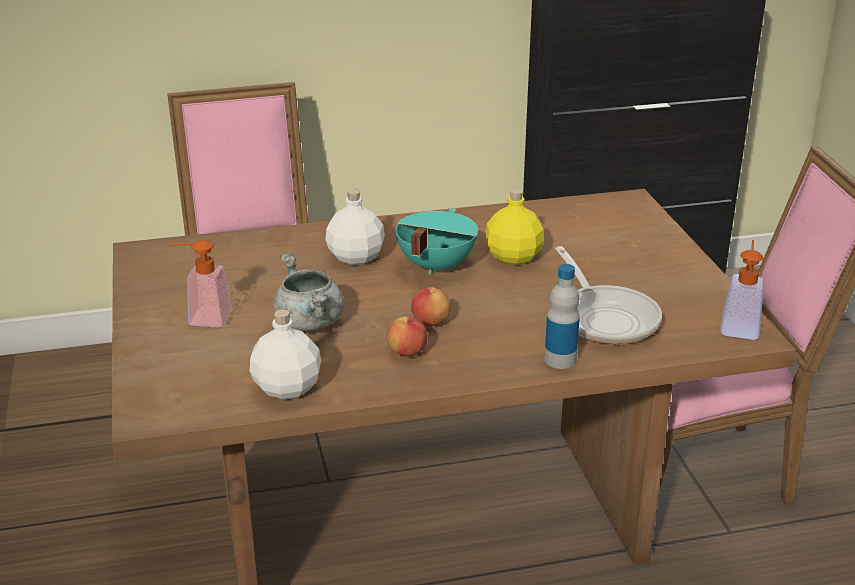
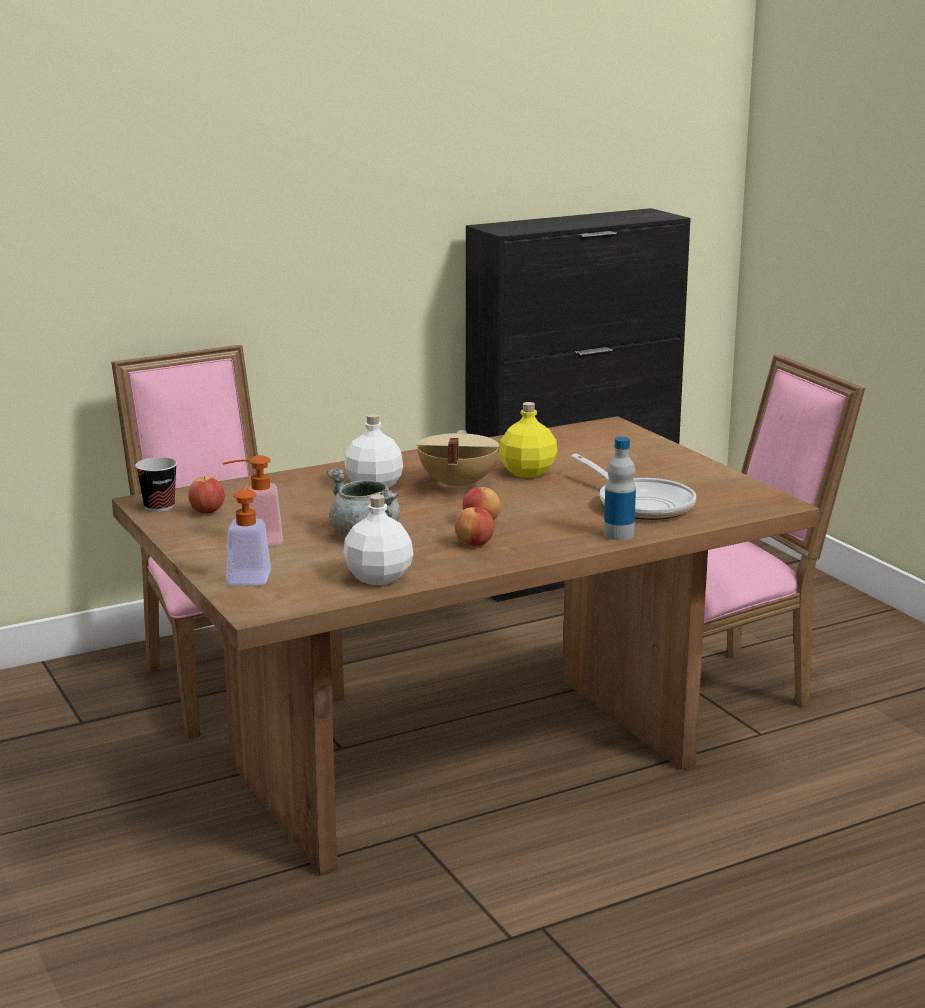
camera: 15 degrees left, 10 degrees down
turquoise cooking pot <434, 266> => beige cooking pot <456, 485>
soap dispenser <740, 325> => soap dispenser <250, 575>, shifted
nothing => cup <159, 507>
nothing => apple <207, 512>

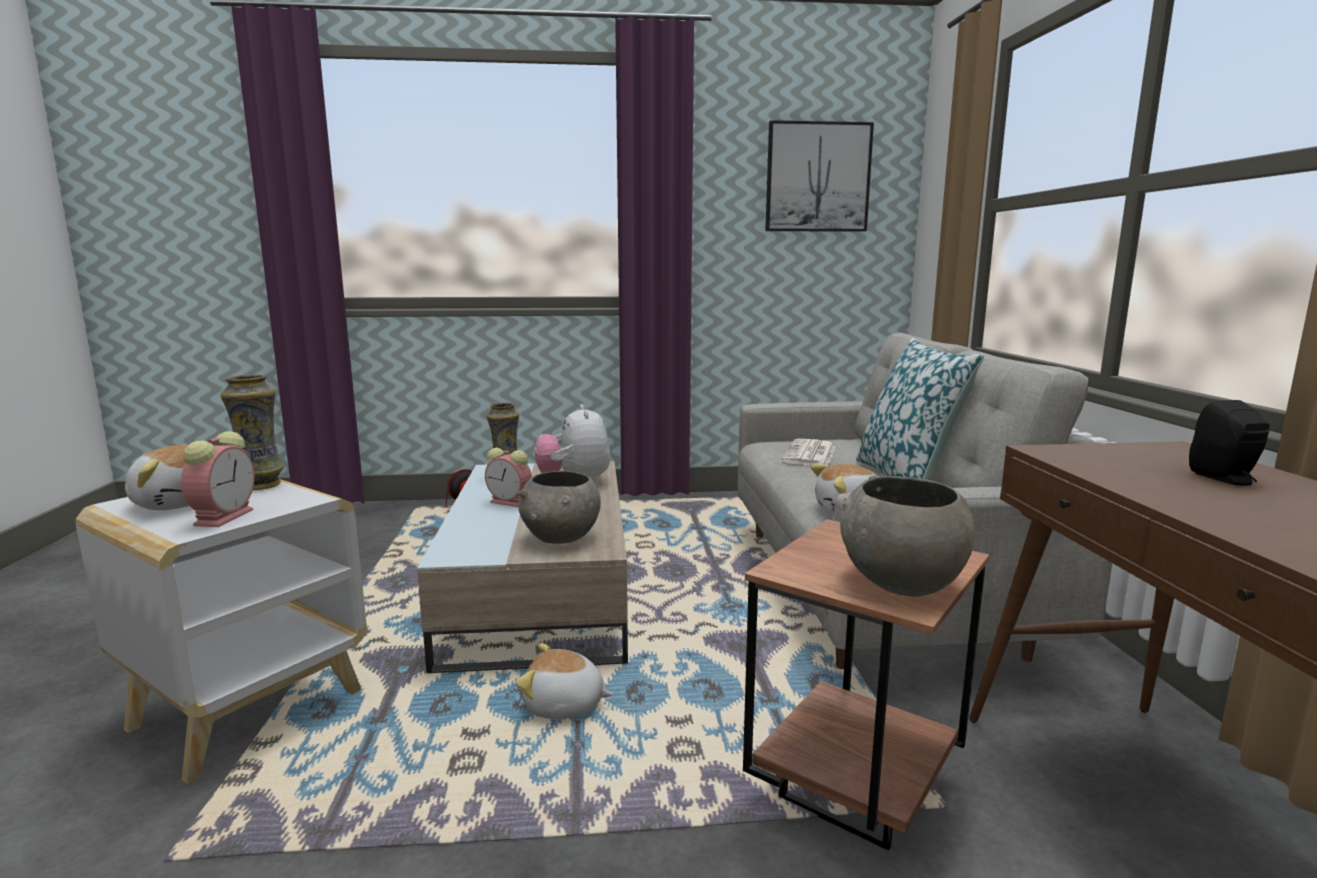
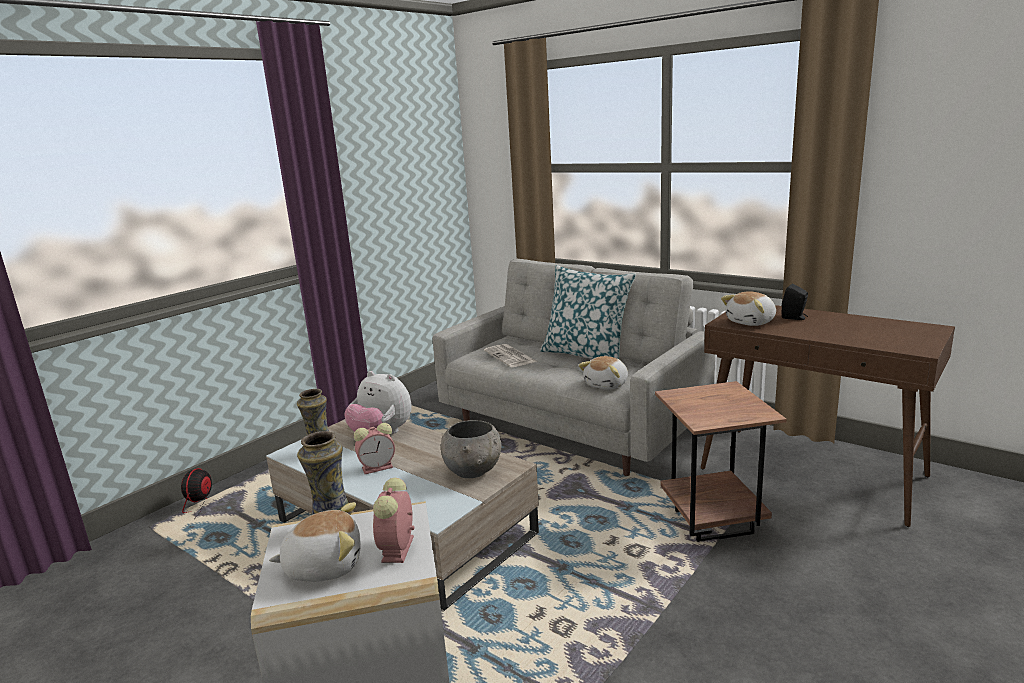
camera: 45 degrees left, 5 degrees up
picture <817, 178> => nothing
alarm clock <225, 516> => alarm clock <398, 550>, 135 degrees counterclockwise
grey bowl <900, 583> => nothing
plush toy <564, 706> => plush toy <751, 322>, shifted

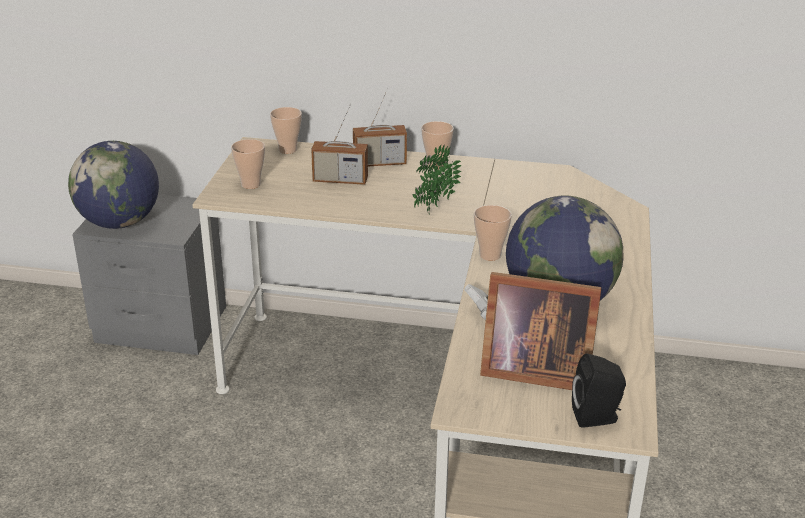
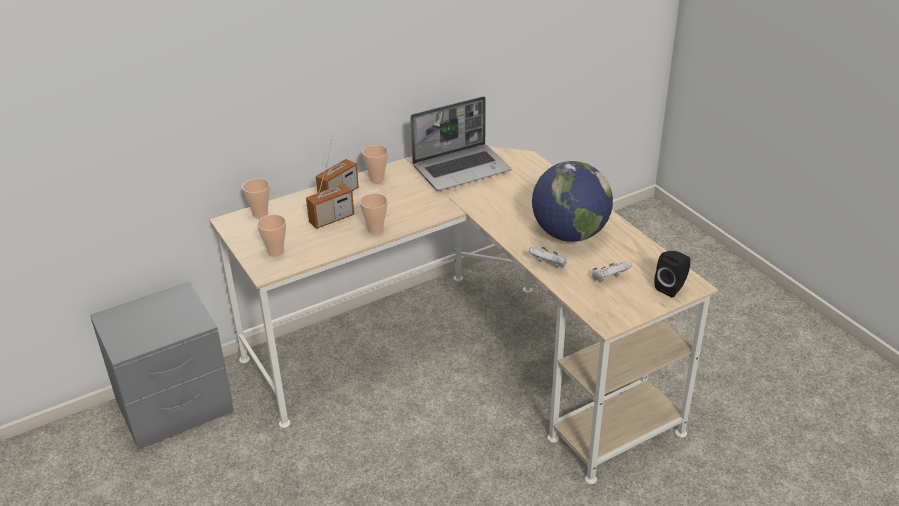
camera: 40 degrees left, 5 degrees up
globe <120, 223> => nothing
potted plant <432, 208> => nothing
cup <490, 255> => cup <375, 230>, shifted
picture frame <532, 368> => white game controller <609, 279>
nothing => laptop <462, 168>

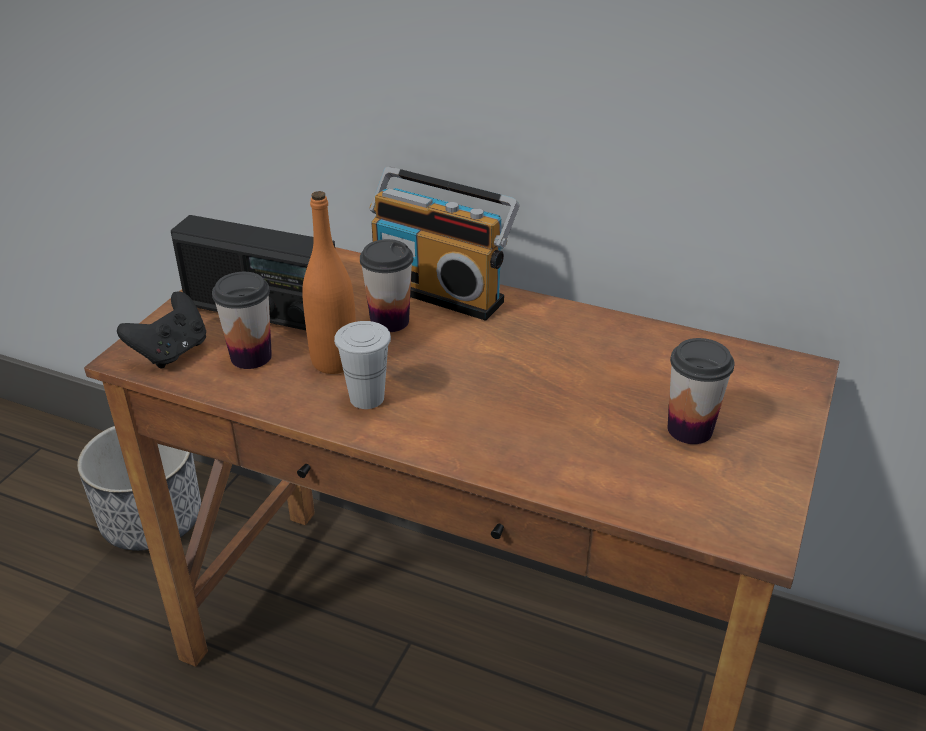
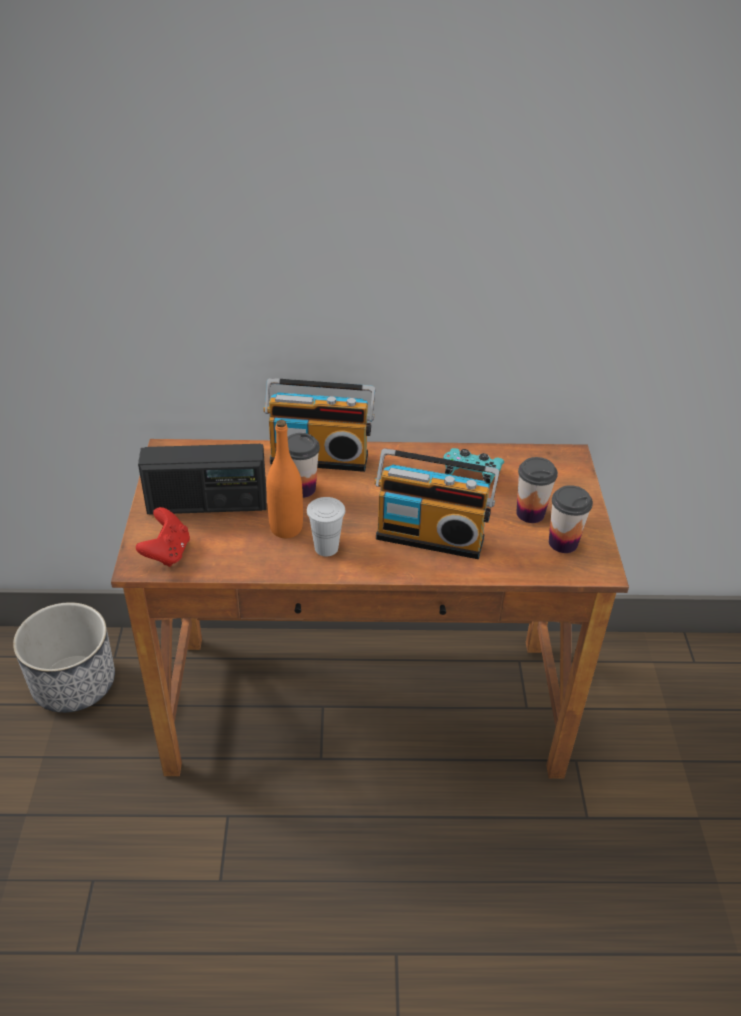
camera: 25 degrees left, 5 degrees up
cup <251, 357> => cup <563, 543>, shifted
black game controller <172, 352> => red game controller <167, 552>
nothing => turquoise game controller <471, 474>
nothing => radio <431, 536>

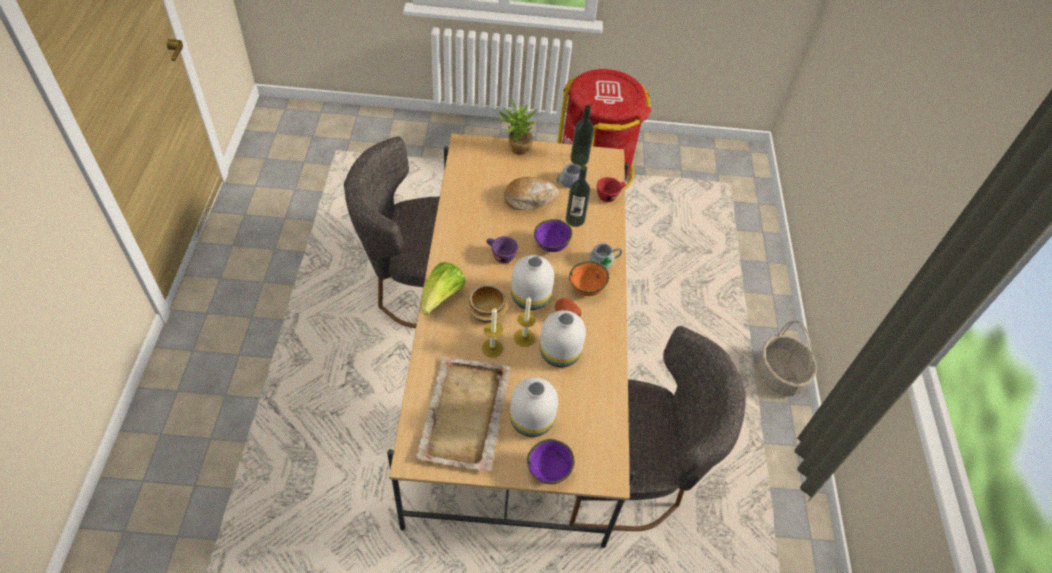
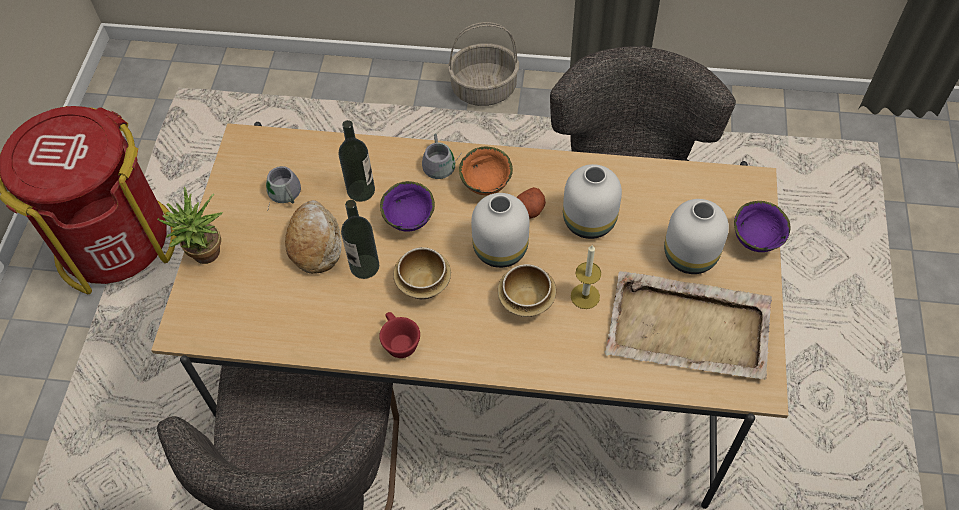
camera: 80 degrees left, 5 degrees up
bottle <579, 159> => bottle <364, 266>, shifted
red cup <609, 195> => red cup <399, 342>, shifted
purple cup <500, 255> => bowl <423, 283>
lettuce <441, 298> => nothing
candle <524, 337> => nothing

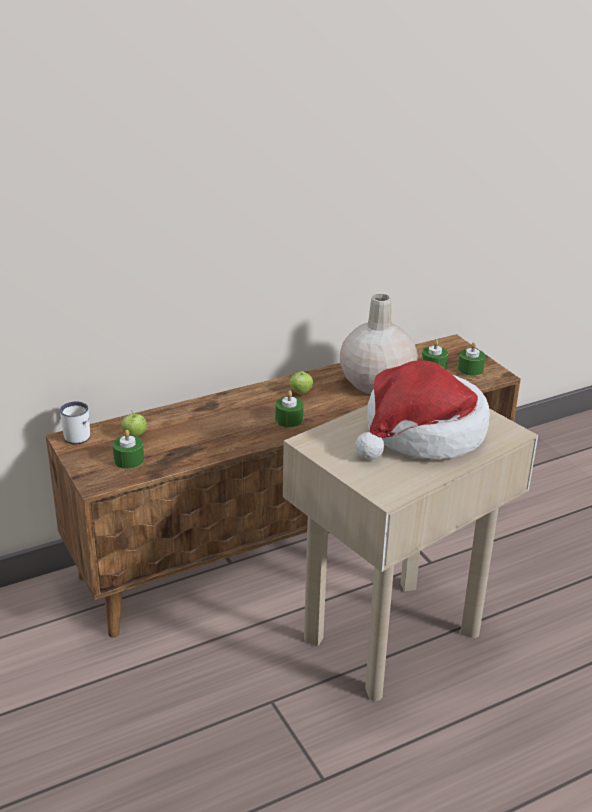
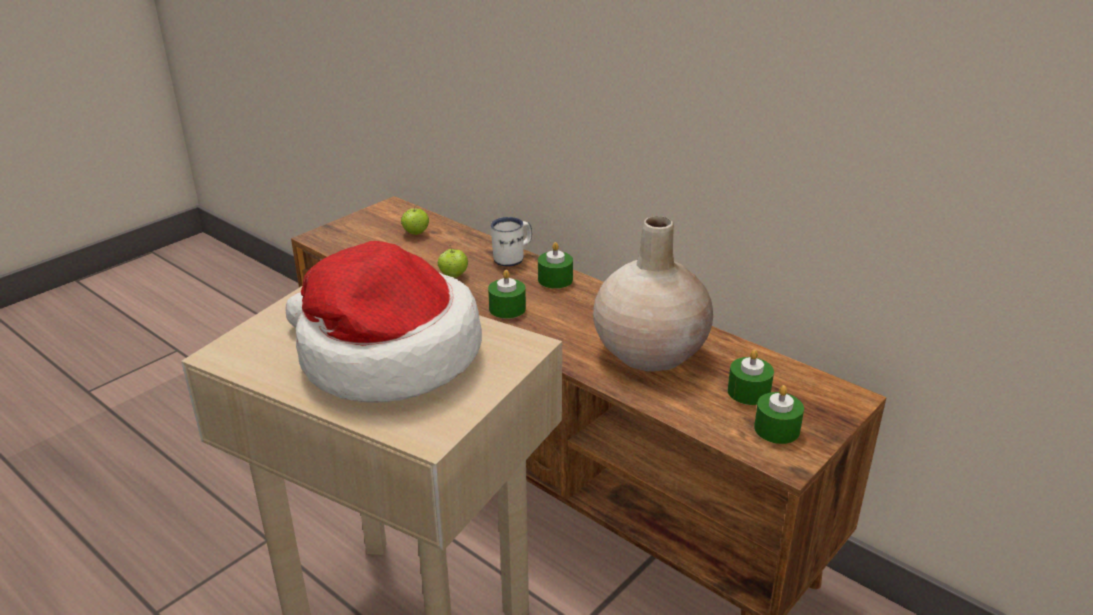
camera: 70 degrees right, 0 degrees up
apple <301, 392> => apple <453, 276>, shifted
white mug <77, 435> => white mug <513, 258>, shifted
green candle <129, 460> => green candle <555, 279>, shifted

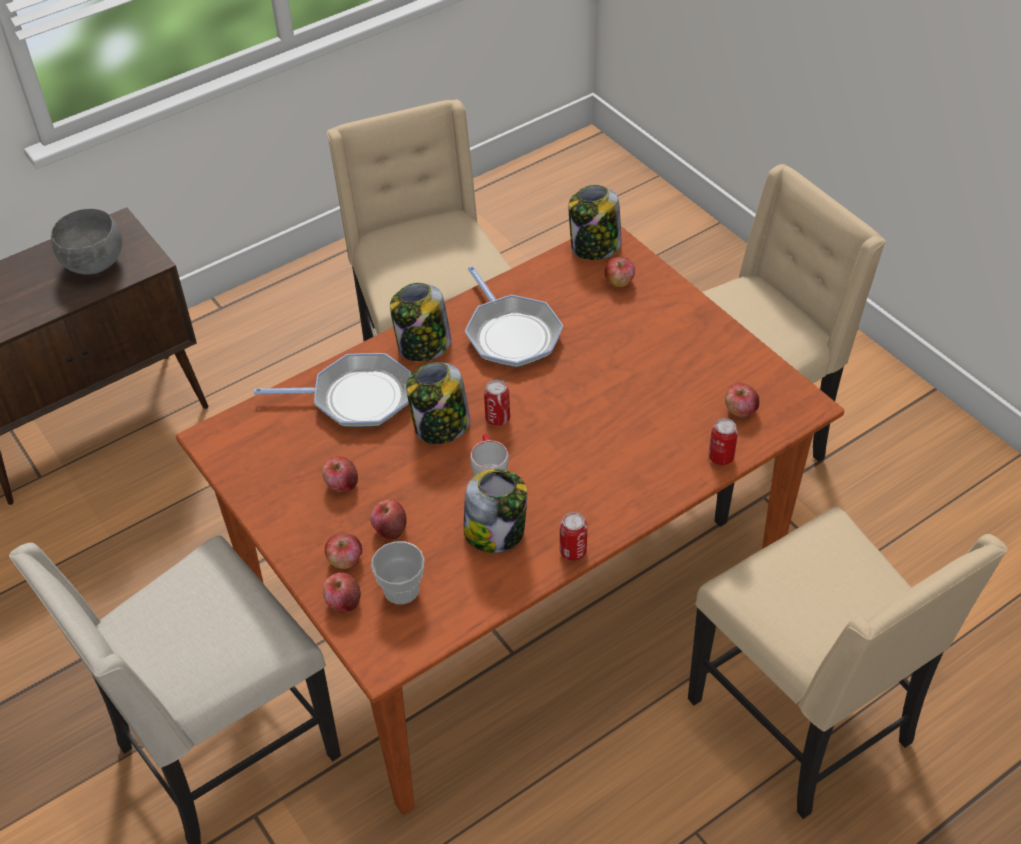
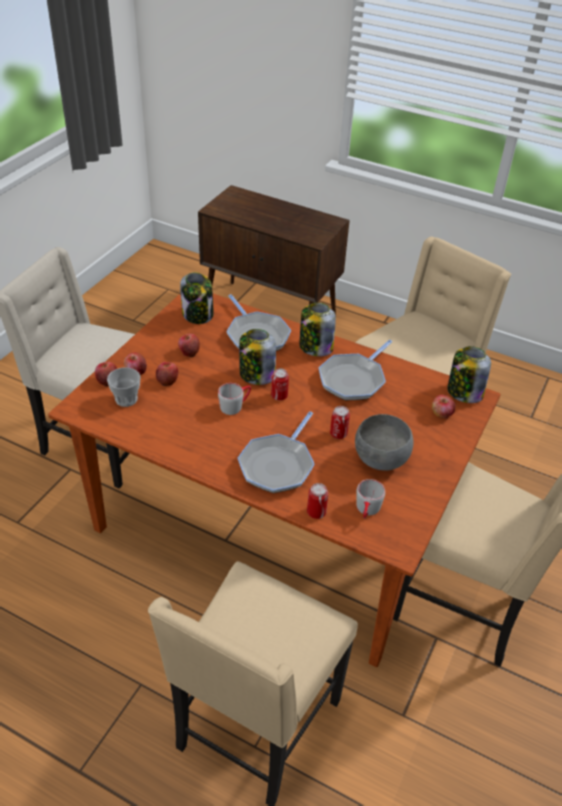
camera: 60 degrees right, 5 degrees down
grey bowl <95, 265> => grey bowl <380, 460>, shifted
apple <740, 410> => grey mug <367, 511>
jar <496, 532> => jar <198, 315>, shifted
can <573, 551> => can <338, 434>, shifted
nothing => frying pan <278, 465>

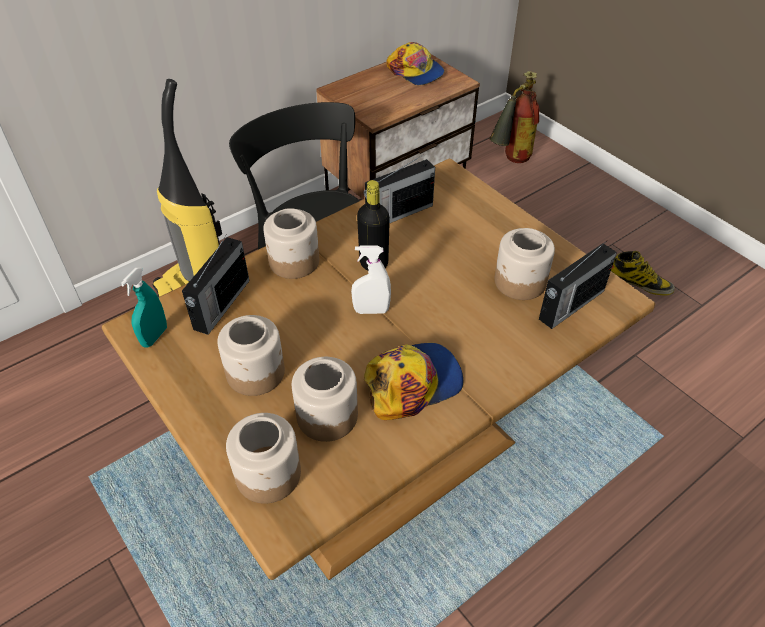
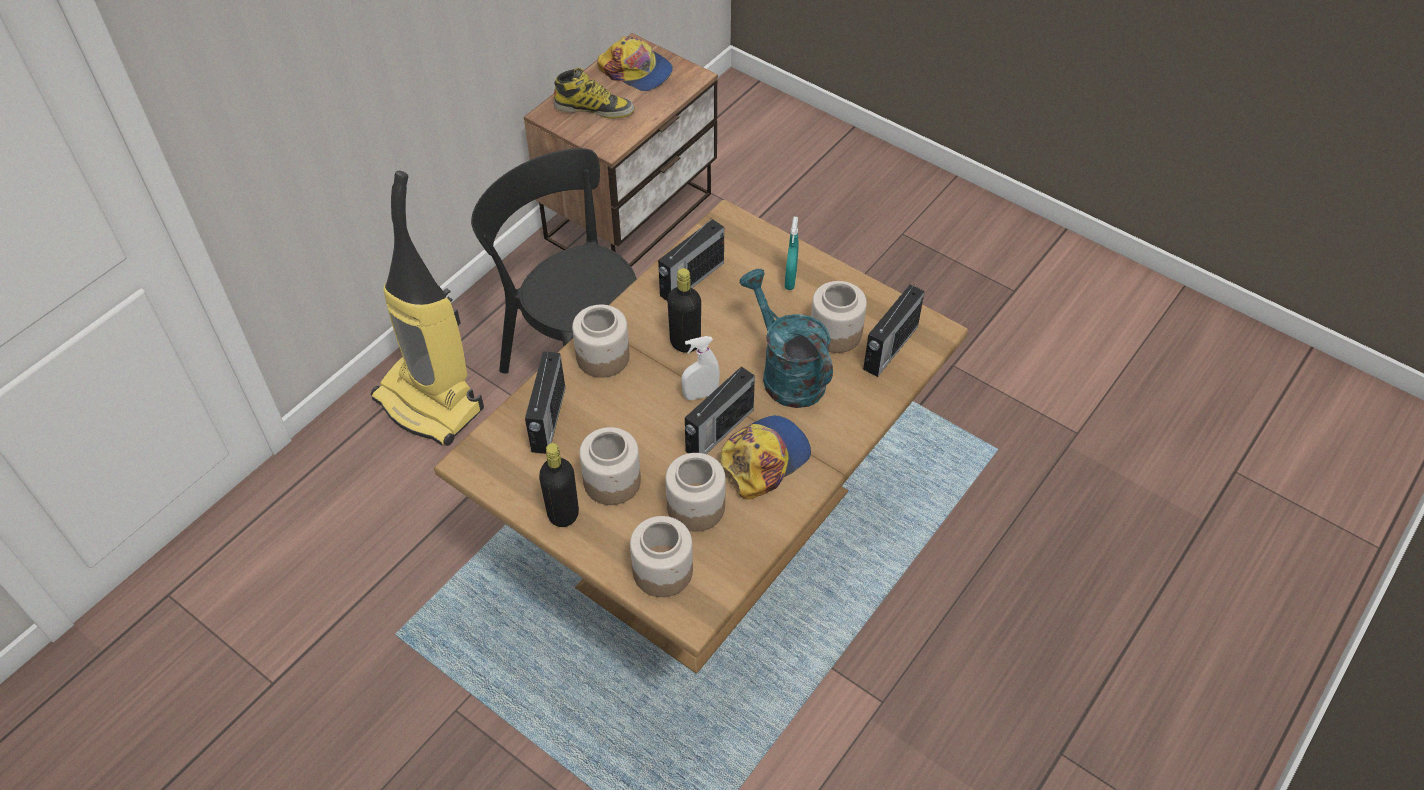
camera: 15 degrees left, 5 degrees up
fire extinguisher <510, 161> => nothing
boot <639, 283> => boot <594, 108>, shifted
turquoise spray bottle <154, 336> => turquoise spray bottle <790, 280>, shifted
nothing => turquoise watering can <786, 372>
nothing => radio <718, 431>
nothing => black bottle <563, 514>

